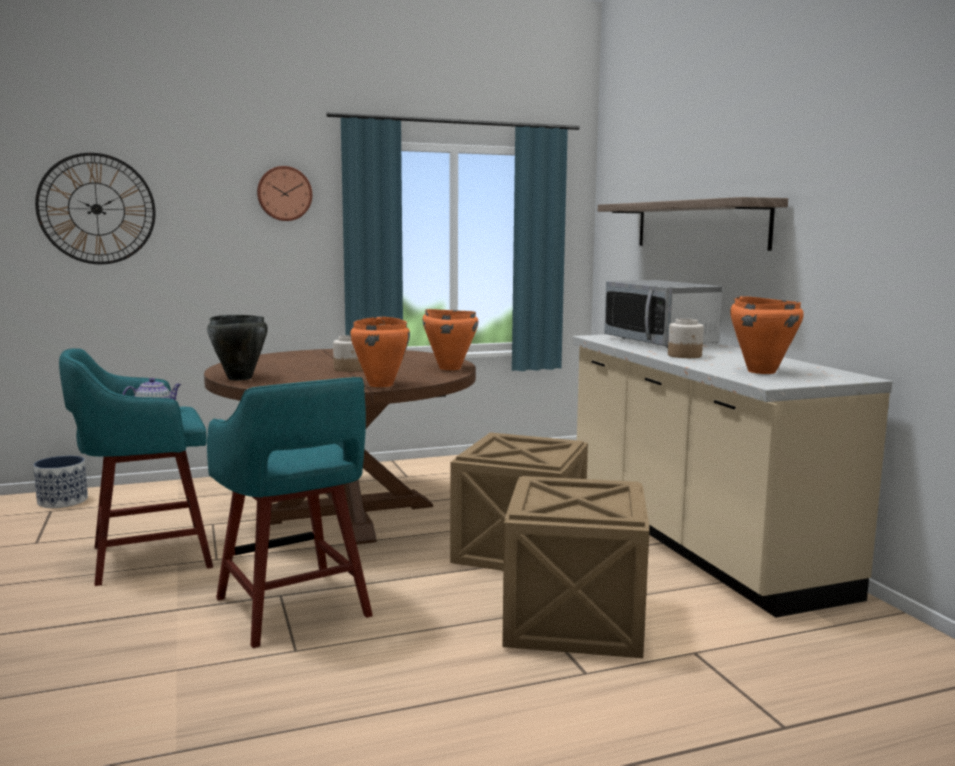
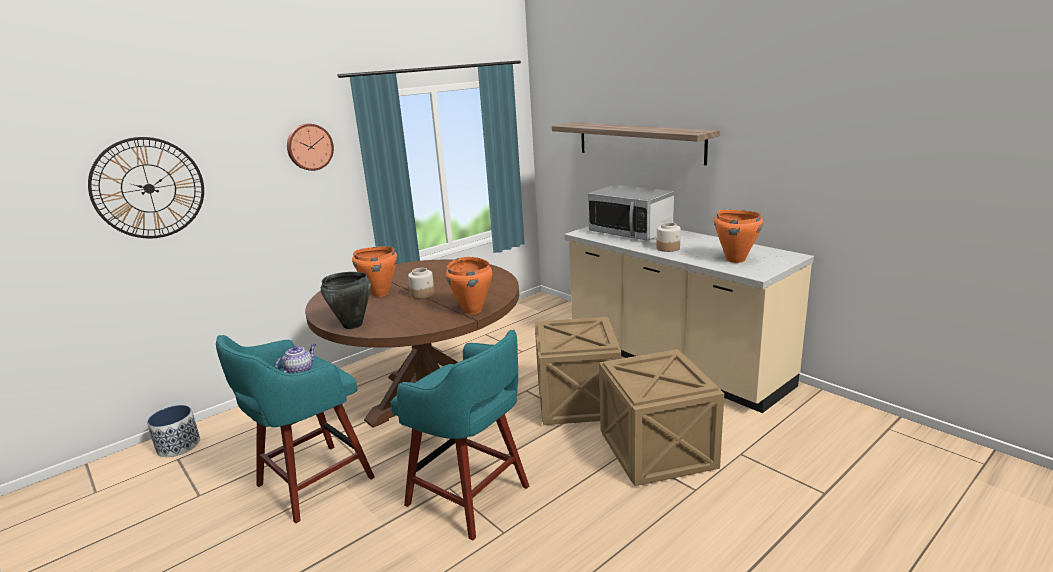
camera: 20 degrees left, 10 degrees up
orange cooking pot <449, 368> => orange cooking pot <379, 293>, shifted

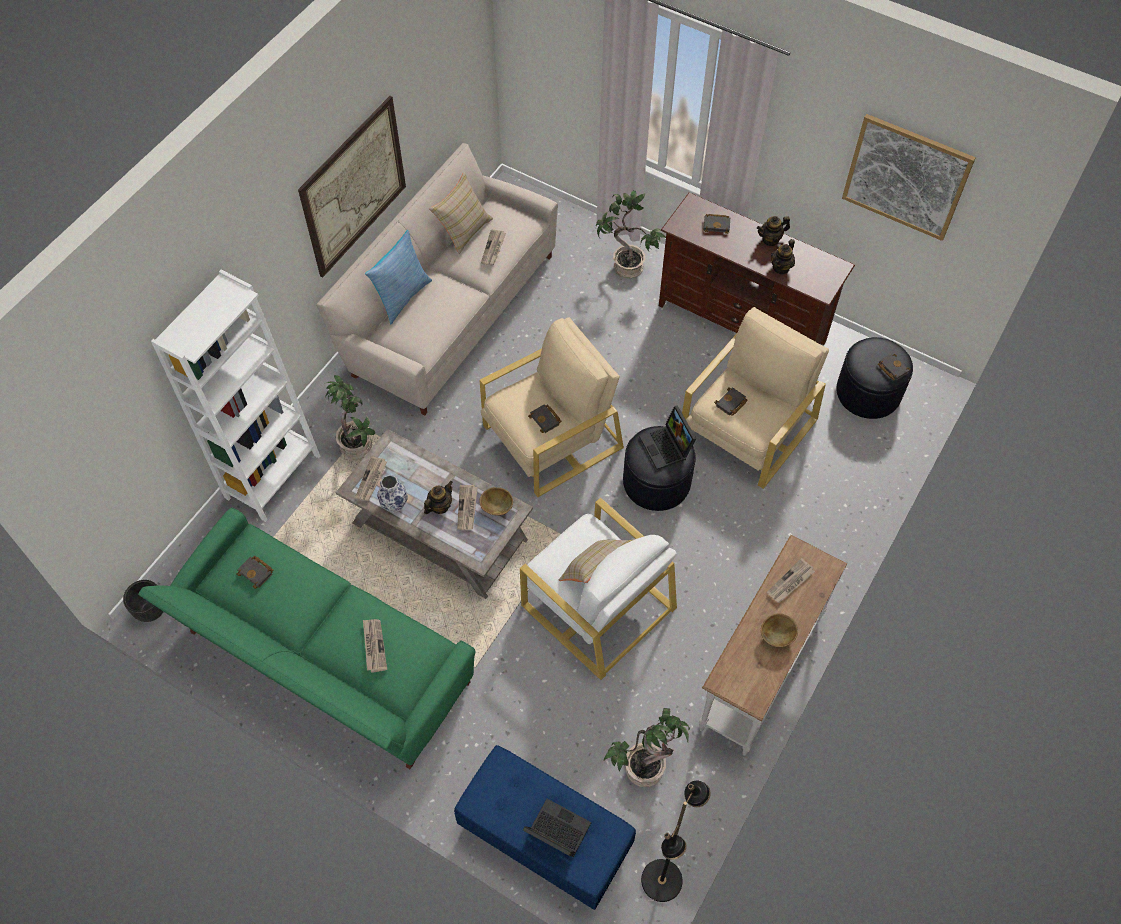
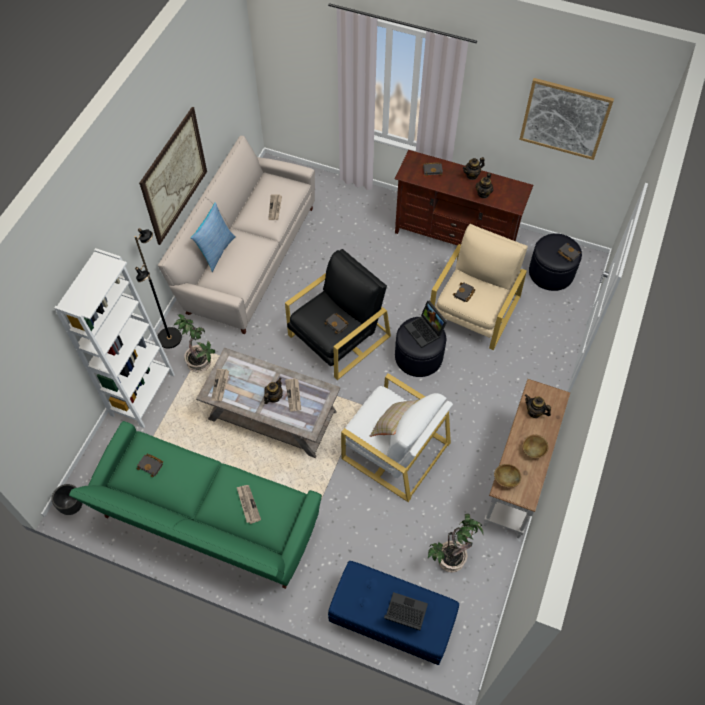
camera: 10 degrees left, 0 degrees up
beige pillow <463, 230> => nothing
potted plant <627, 268> => nothing
beige armchair <551, 437> => black armchair <338, 336>
vase <394, 503> => nothing
brown bowl <496, 508> => brown bowl <505, 480>, shifted
newspaper <790, 582> => teapot <534, 412>
black floor lamp <662, 881> => black floor lamp <170, 338>, shifted

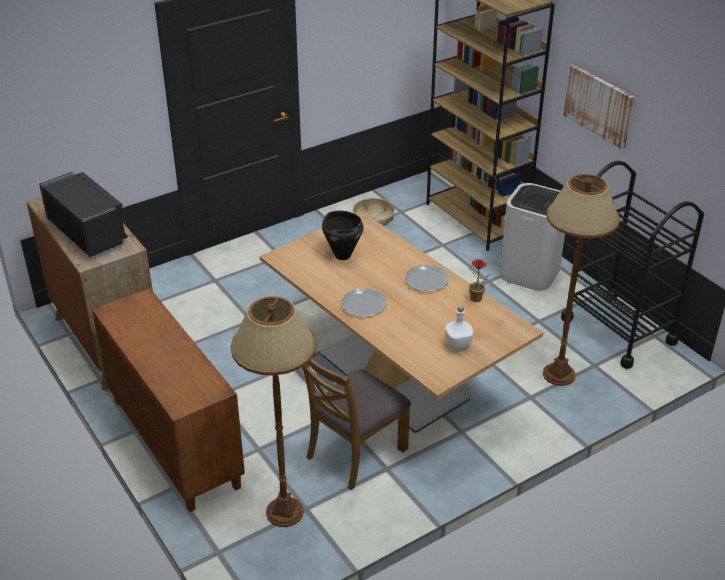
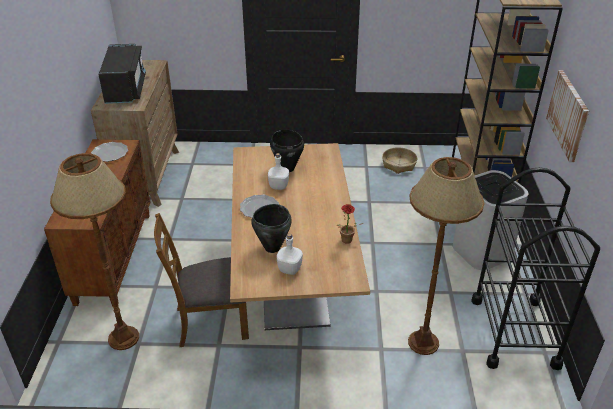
camera: 35 degrees right, 0 degrees up
plate <427, 280> => plate <110, 153>, shifted
nothing => white bottle <279, 186>
nothing => black cooking pot <272, 247>

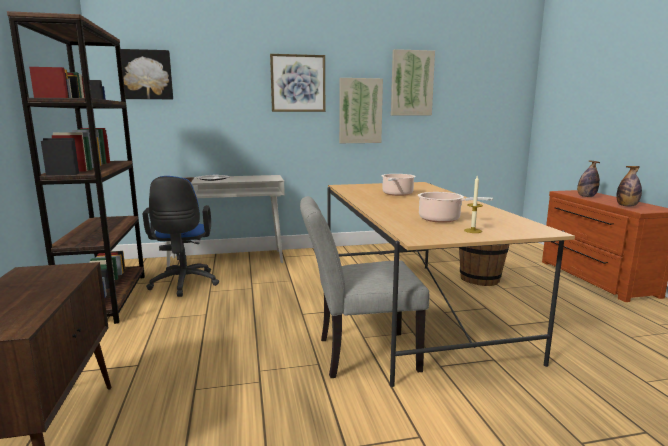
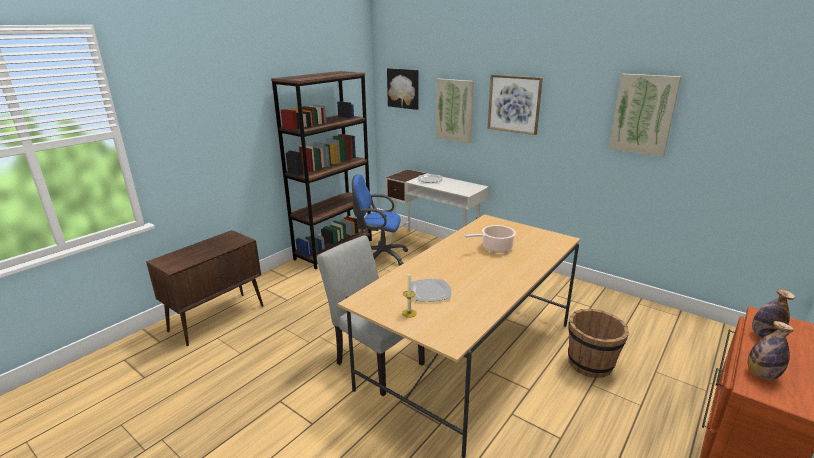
camera: 50 degrees right, 10 degrees up
picture <360, 111> => picture <455, 110>, shifted
blue office chair <184, 285> => blue office chair <380, 256>, 60 degrees clockwise
cooking pot <442, 219> => plate <429, 292>

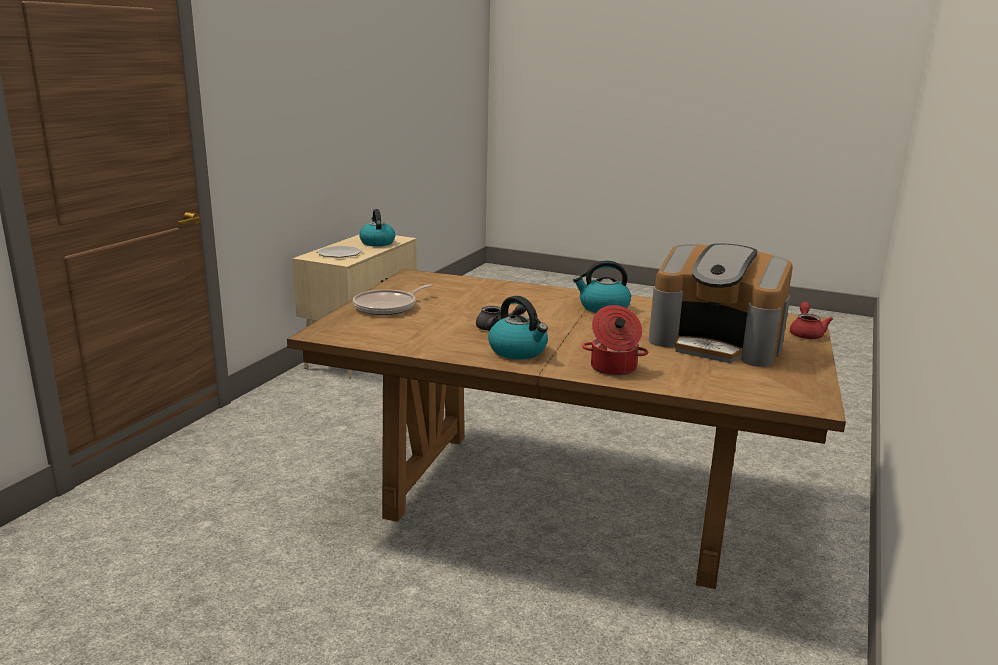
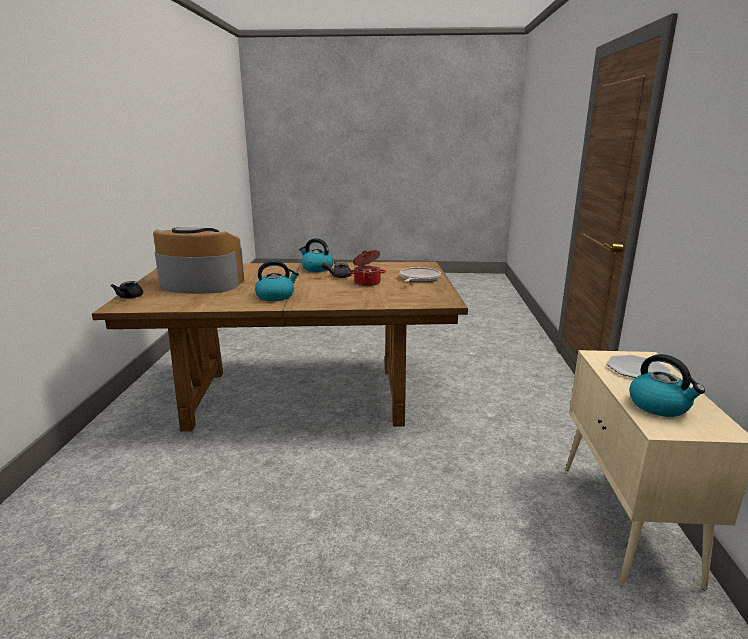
camera: 160 degrees right, 0 degrees up
red teapot <806, 333> => black teapot <129, 297>
cooking pot <613, 368> => cooking pot <367, 282>, shifted

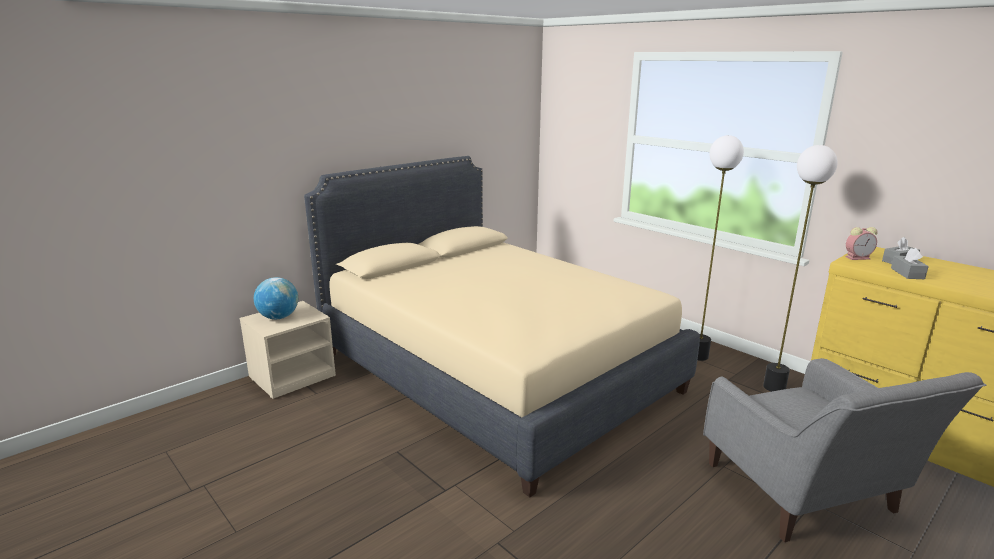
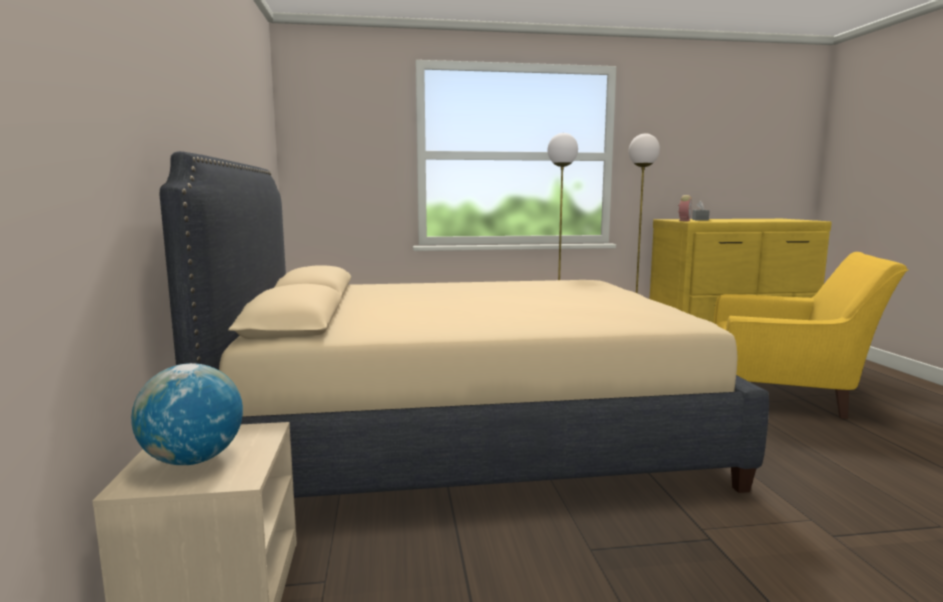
camera: 55 degrees left, 10 degrees down
grey tissue box <907, 273> => nothing
grey armchair <807, 495> => yellow armchair <787, 394>

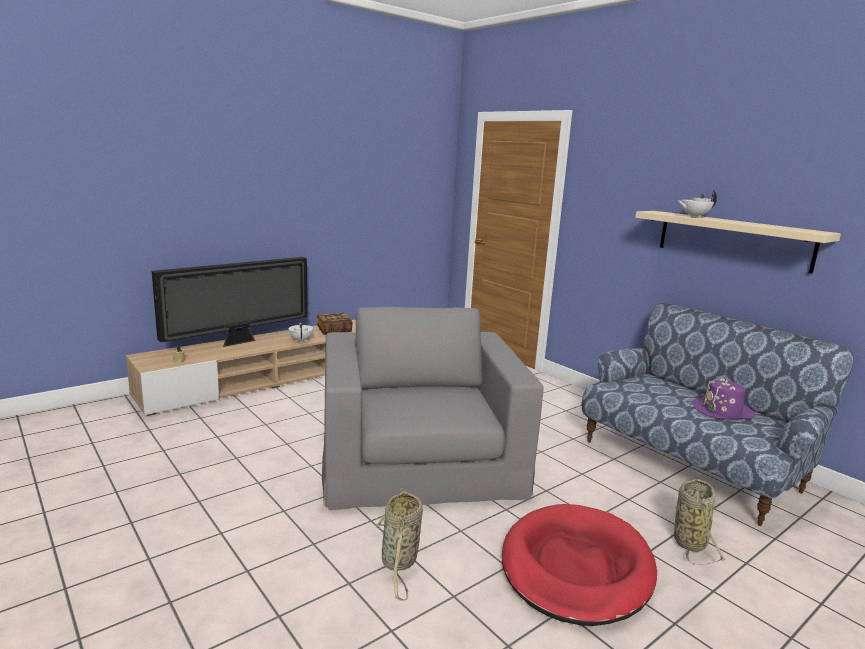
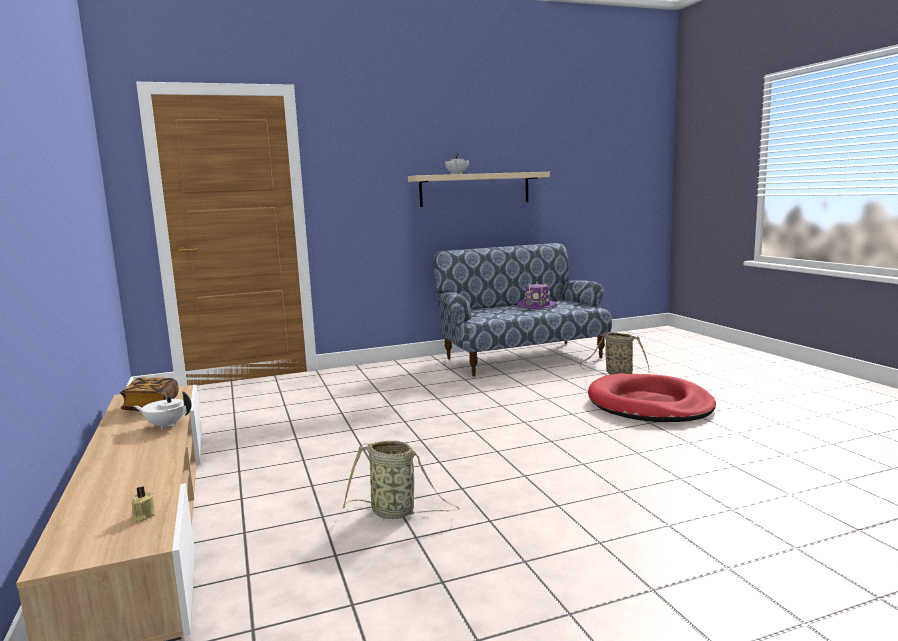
camera: 70 degrees left, 5 degrees down
television <239, 342> => nothing
grey armchair <419, 458> => nothing
basket <399, 563> => basket <396, 512>, shifted

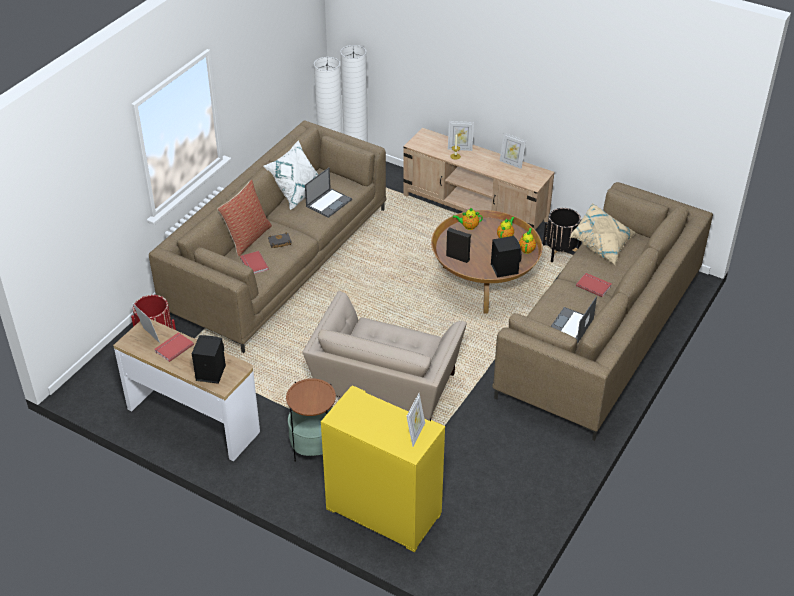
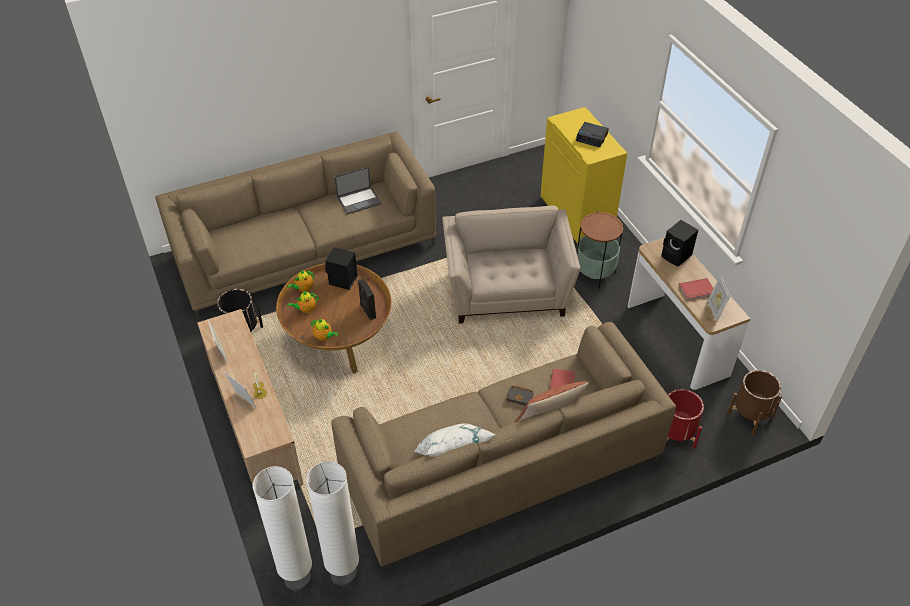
camera: 145 degrees left, 5 degrees up
laptop <329, 203> => nothing
beige pillow <602, 244> => nothing
red book <594, 285> => nothing
beige armchair <385, 389> => beige armchair <507, 290>, 60 degrees counterclockwise
picture frame <415, 434> => nothing
nothing => alarm clock <592, 137>
nothing => brown planter <750, 415>

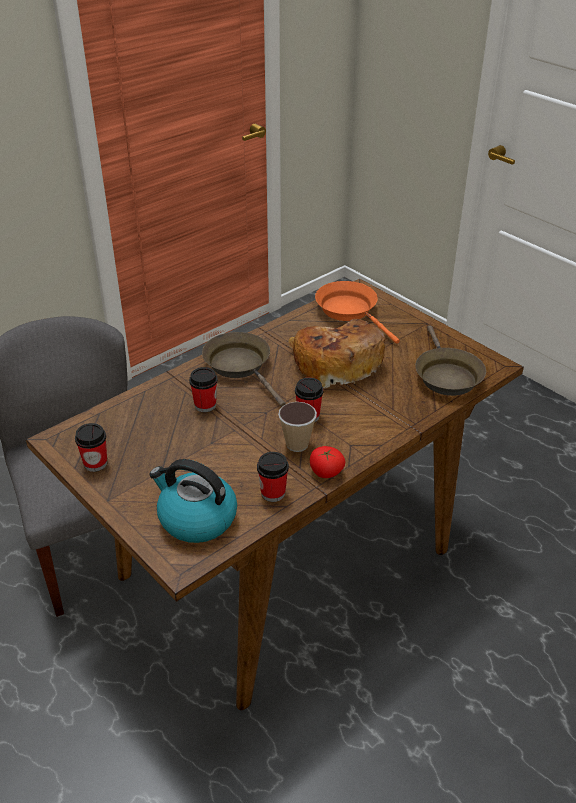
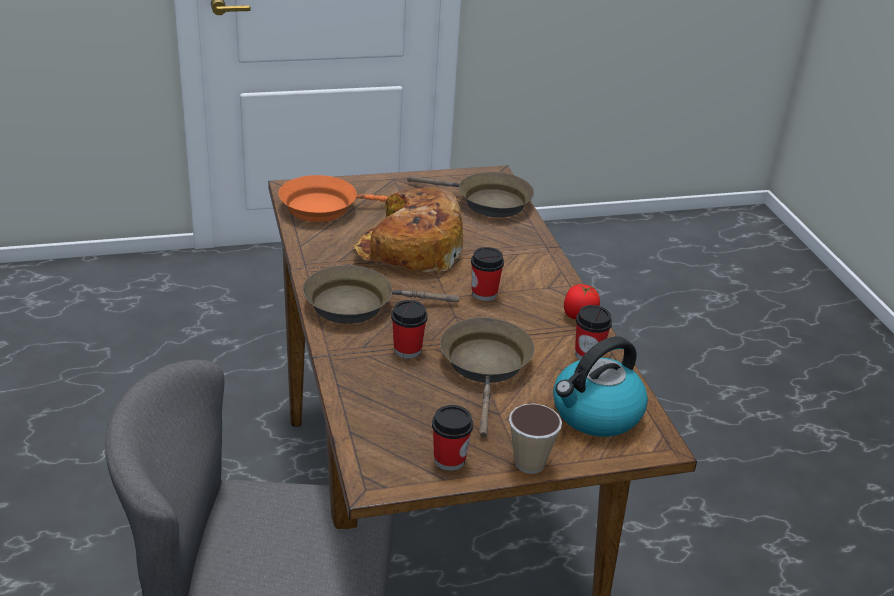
camera: 65 degrees left, 5 degrees down
cup <297, 444> => cup <529, 463>, shifted
nothing => brown frying pan <486, 367>

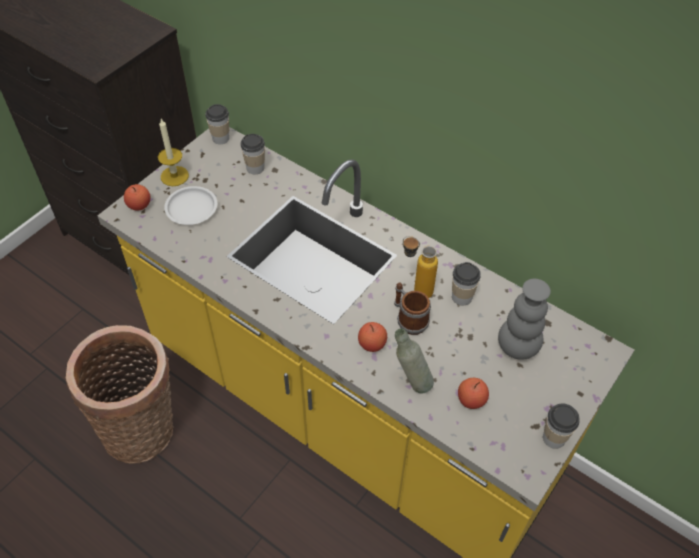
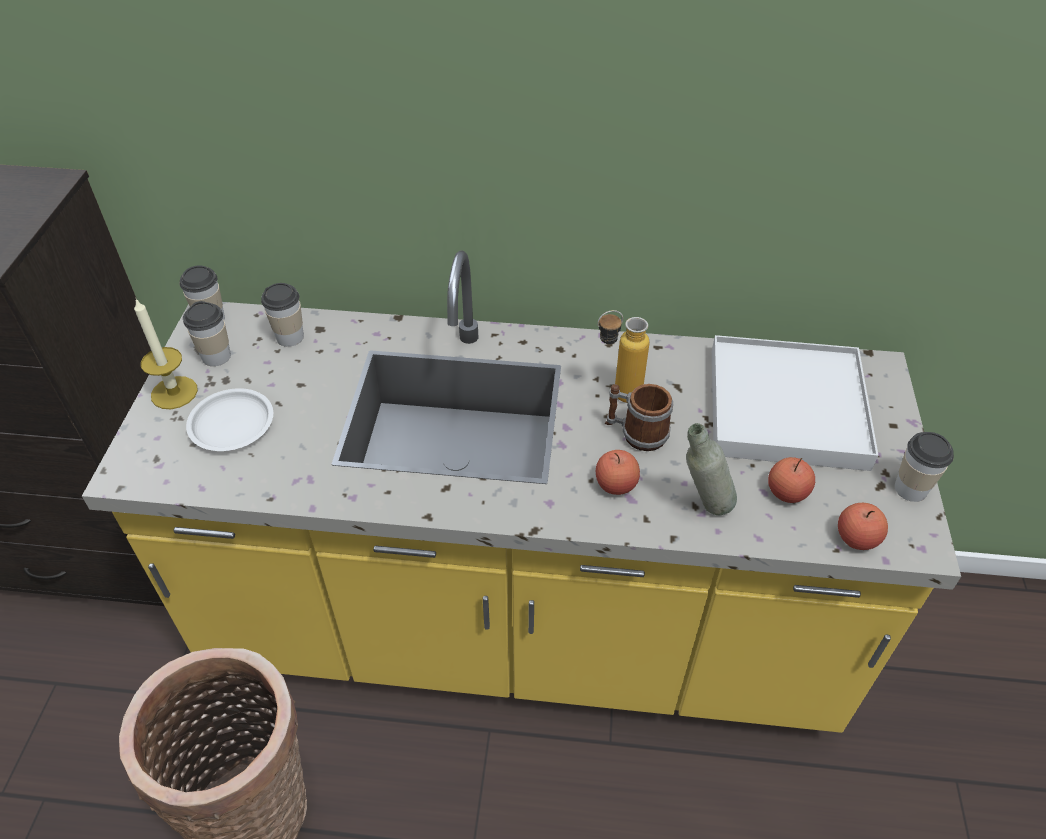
camera: 30 degrees left, 5 degrees down
apple <139, 205> => apple <856, 538>, shifted
cup <461, 297> => cup <216, 356>, shifted
grey vase <517, 348> => white tray <786, 408>

